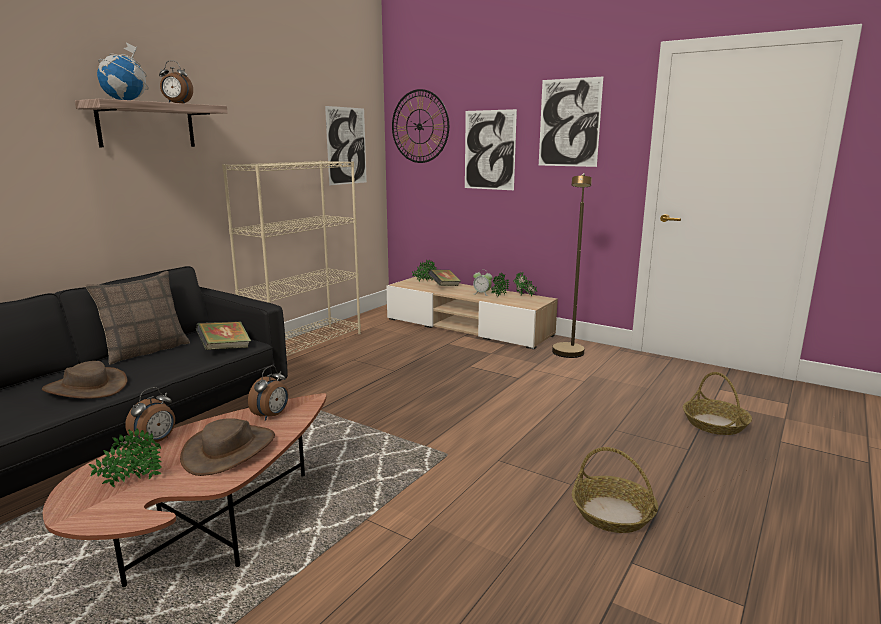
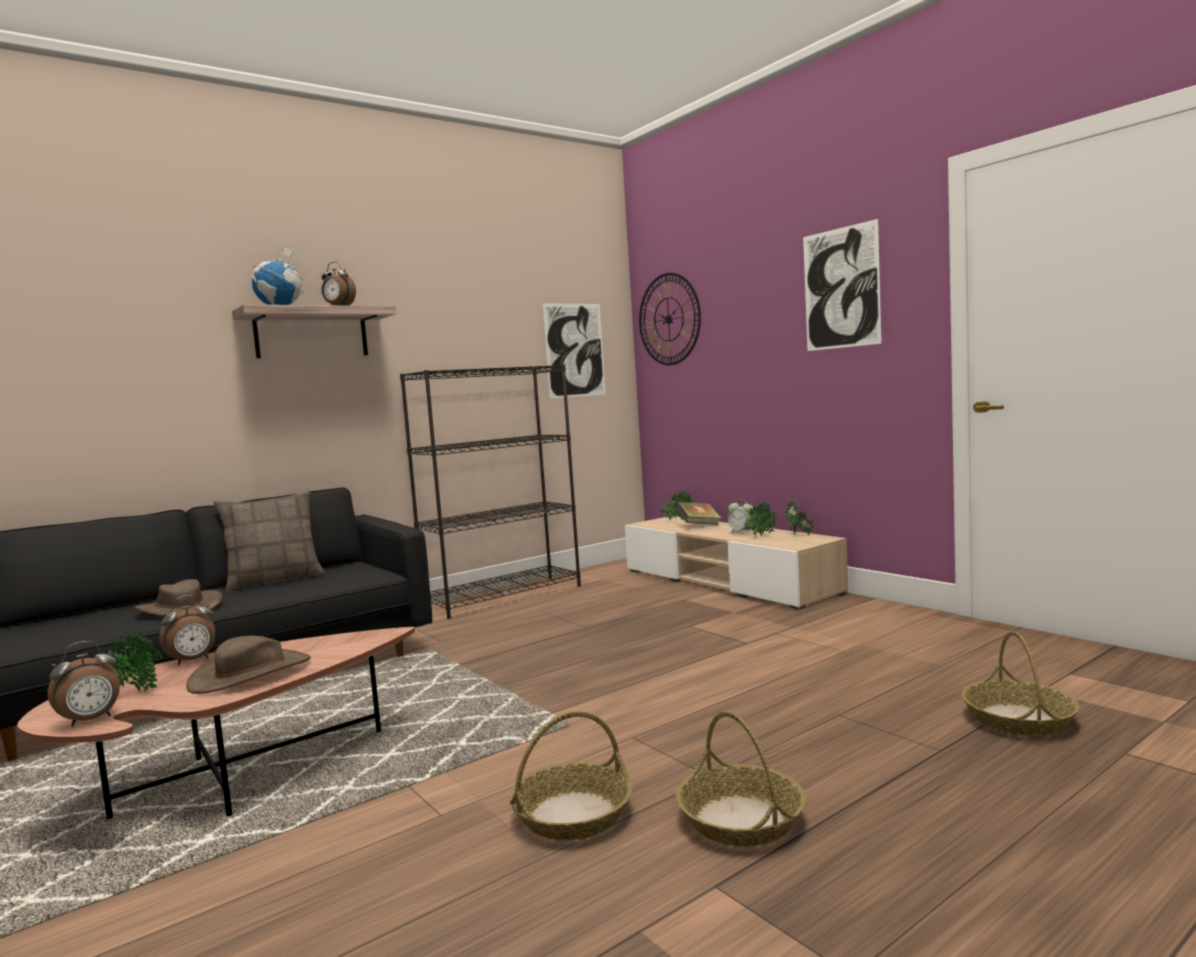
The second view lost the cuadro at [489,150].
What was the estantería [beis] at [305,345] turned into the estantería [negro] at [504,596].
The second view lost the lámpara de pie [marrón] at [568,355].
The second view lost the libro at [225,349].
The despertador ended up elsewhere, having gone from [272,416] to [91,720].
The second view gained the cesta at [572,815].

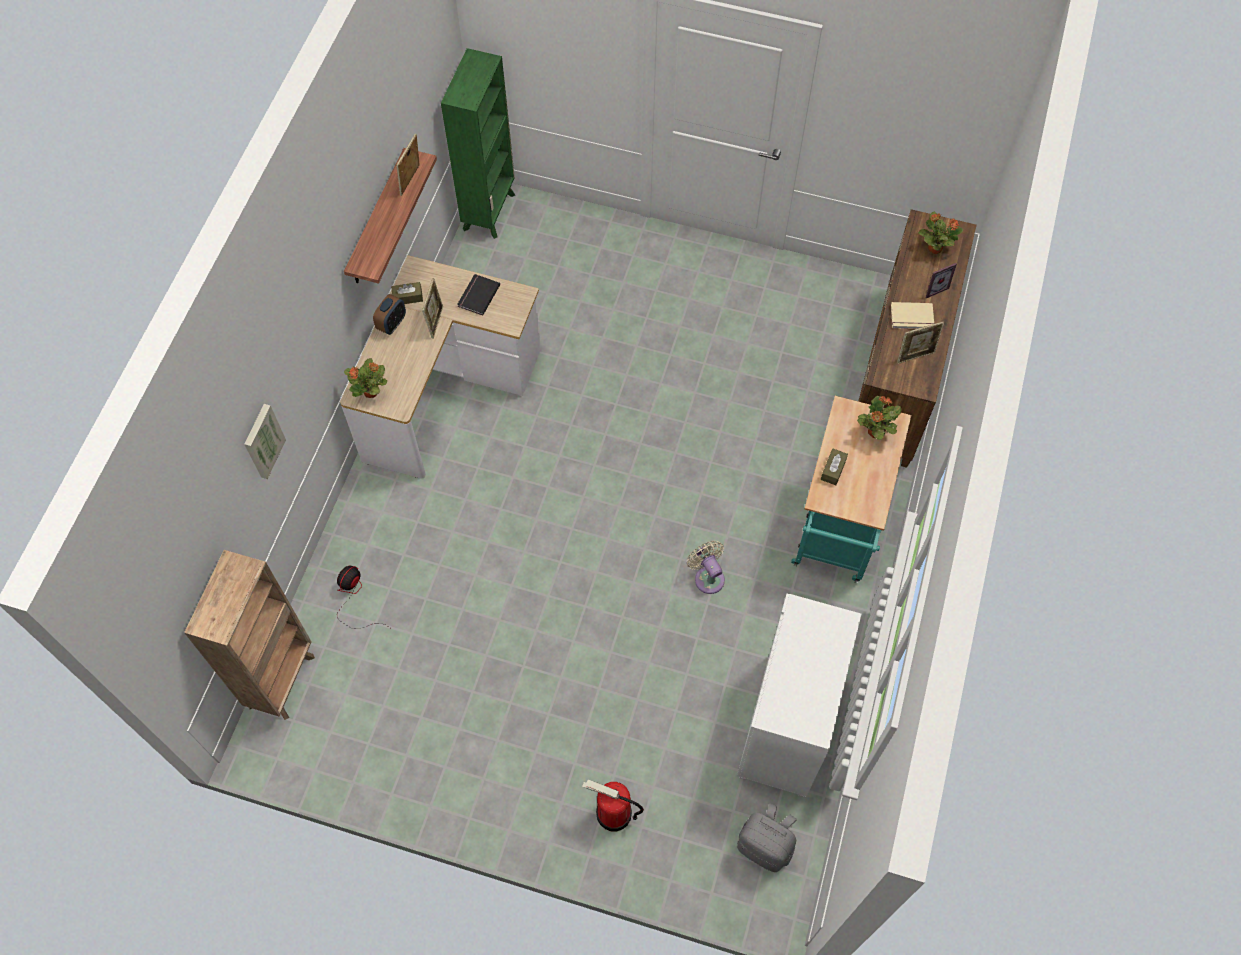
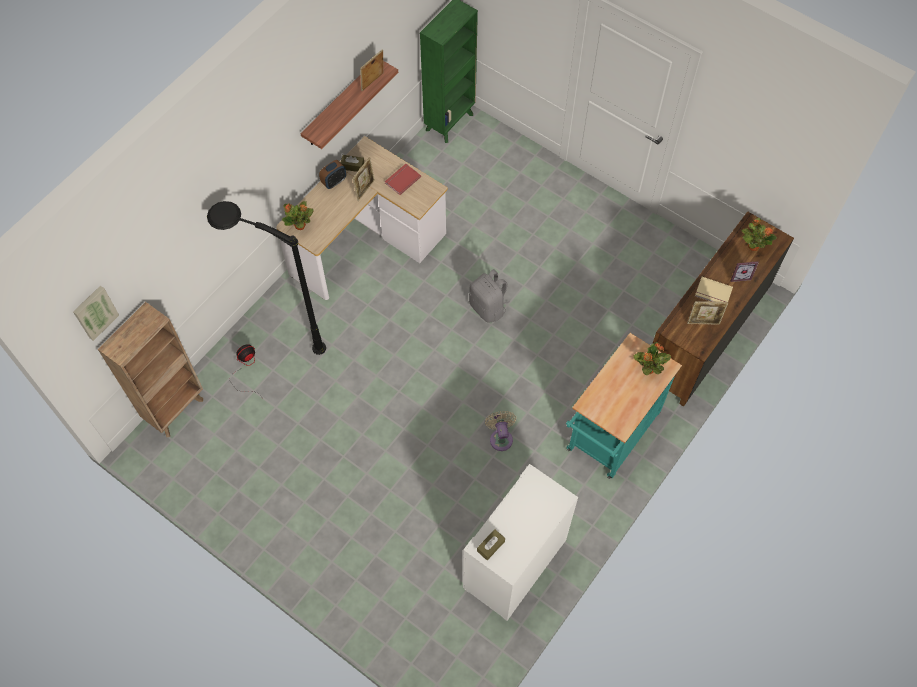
What was the libro [negro] at [477,295] turned into the libro [rojo] at [402,179].
The cuadro ended up elsewhere, having gone from [262,441] to [94,312].
The caja de pañuelos [marrón] ended up elsewhere, having gone from [833,470] to [490,546].
The second view lost the extintor at [613,814].
The mochila [gris] ended up elsewhere, having gone from [766,845] to [488,308].
The second view gained the lámpara de pie [negro] at [278,335].

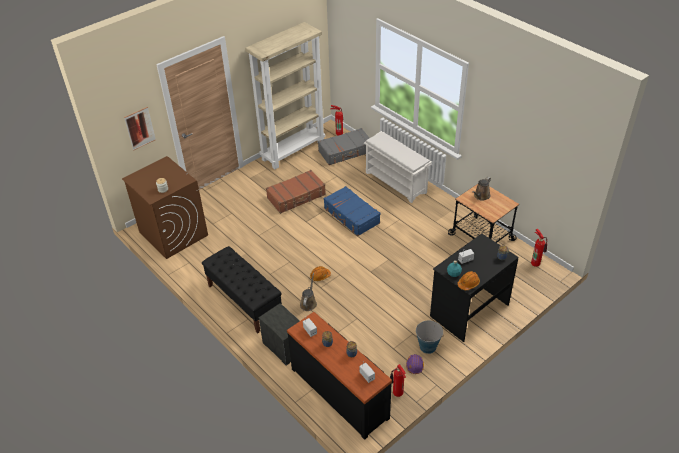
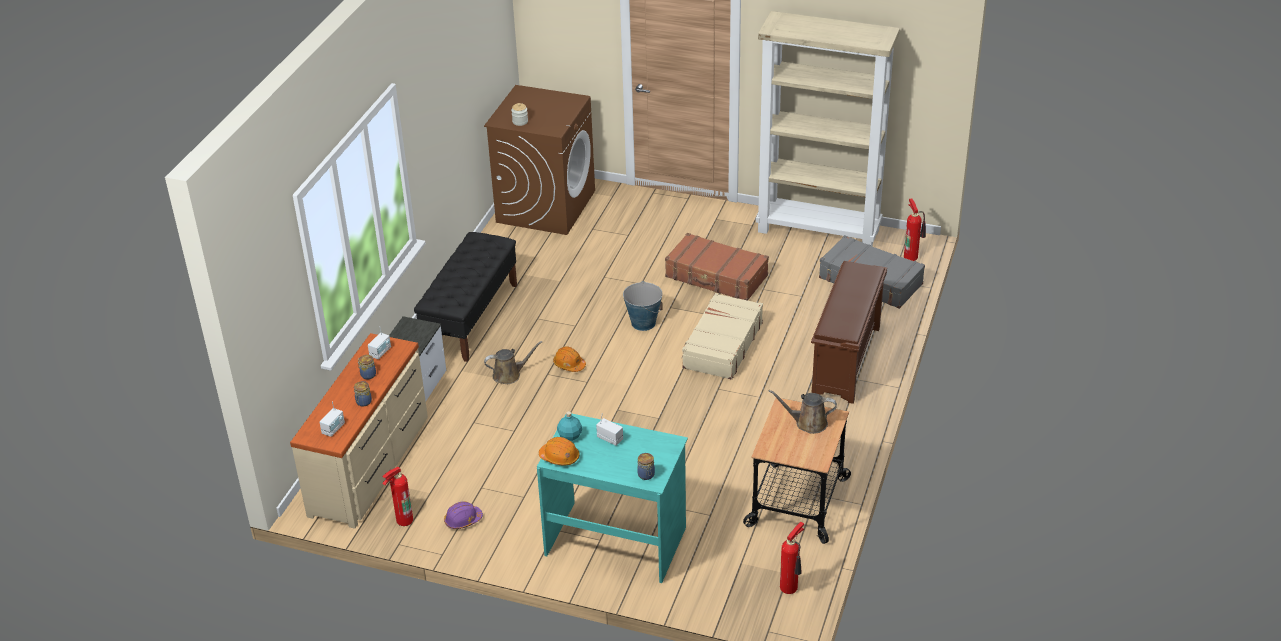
The second view lost the cuadro at [140,128].
What was the zapatero [blanco] at [396,182] turned into the zapatero [marrón] at [846,362].
What was the maleta [azul] at [351,216] turned into the maleta [beis] at [722,345].
What was the escritorio [negro] at [468,310] turned into the escritorio [turquesa] at [616,540].
What was the cómoda [negro] at [340,392] turned into the cómoda [beis] at [371,465].
The cubo ended up elsewhere, having gone from [427,346] to [643,323].

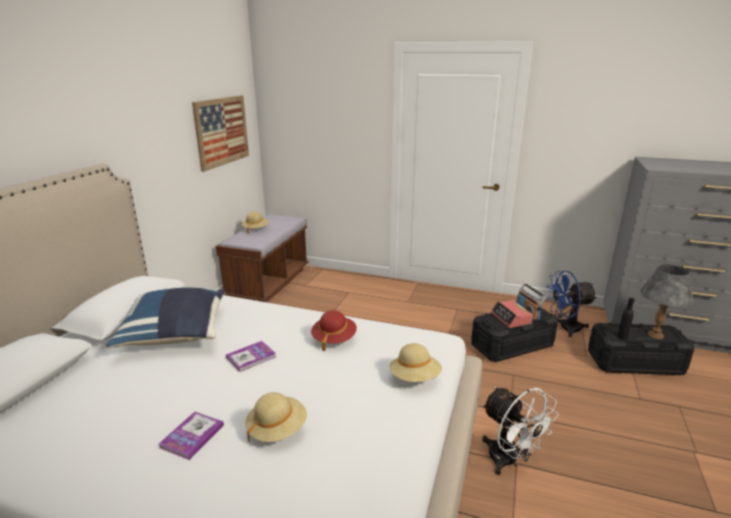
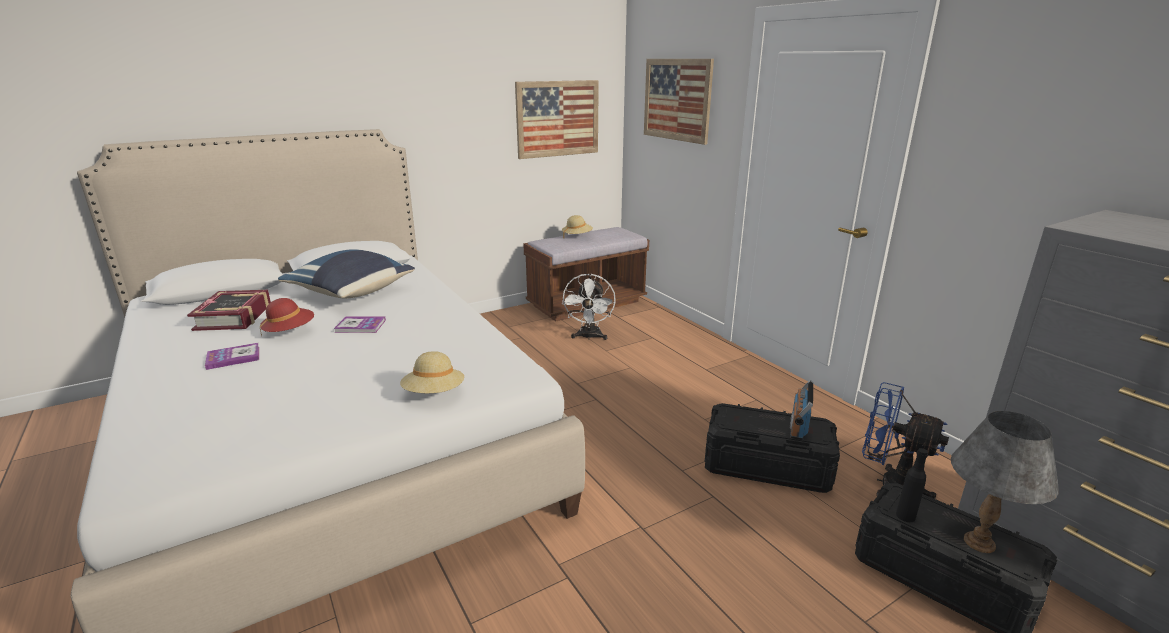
The second view lost the despertador at [511,318].
The sombrero [rojo] ended up elsewhere, having gone from [334,339] to [289,331].
The ventilador [blanco] ended up elsewhere, having gone from [509,461] to [589,337].
The second view lost the sombrero [beis] at [277,429].
The second view gained the cuadro at [677,100].
The second view gained the libro at [234,317].

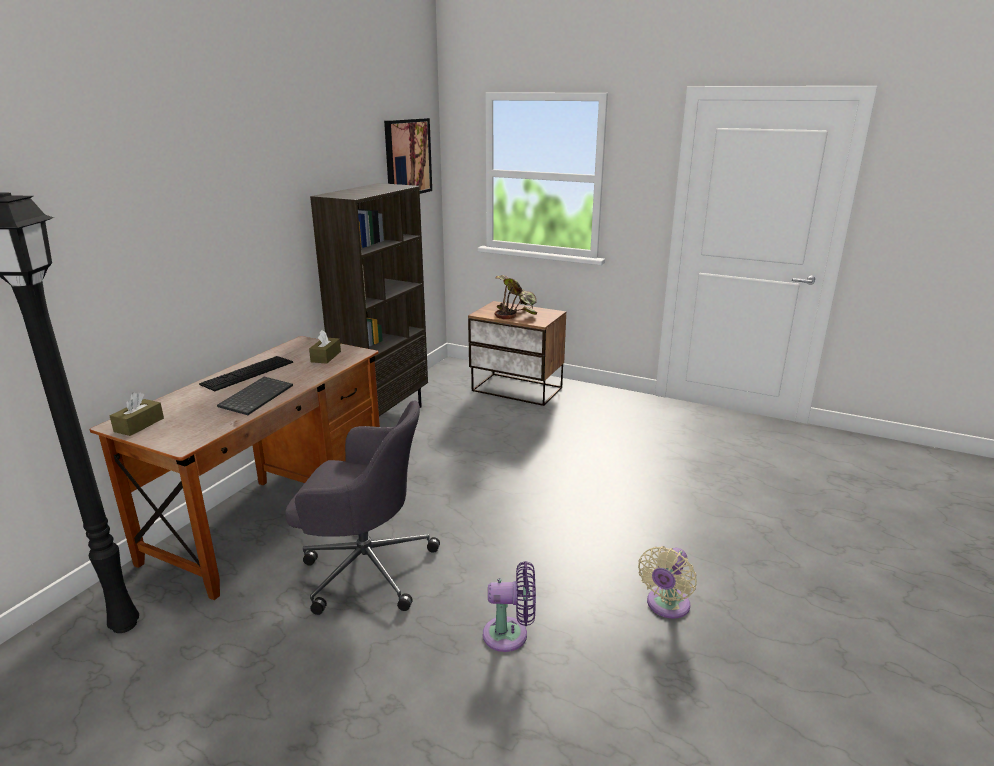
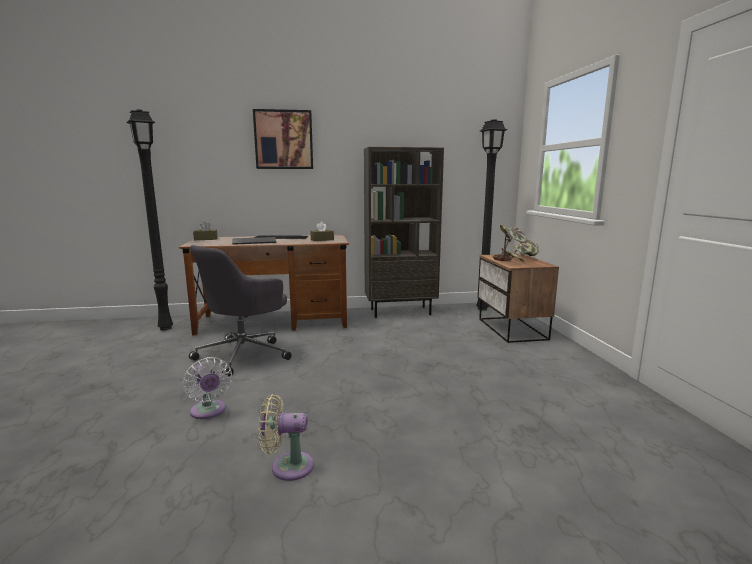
The cuadro ended up elsewhere, having gone from [407,157] to [283,140].
The silla de oficina [gris] at [365,567] ended up facing another way, 60 degrees clockwise from before.
What was the ventilador [morado] at [510,635] turned into the ventilador [blanco] at [209,412].
The second view gained the lámpara de pie [negro] at [483,309].

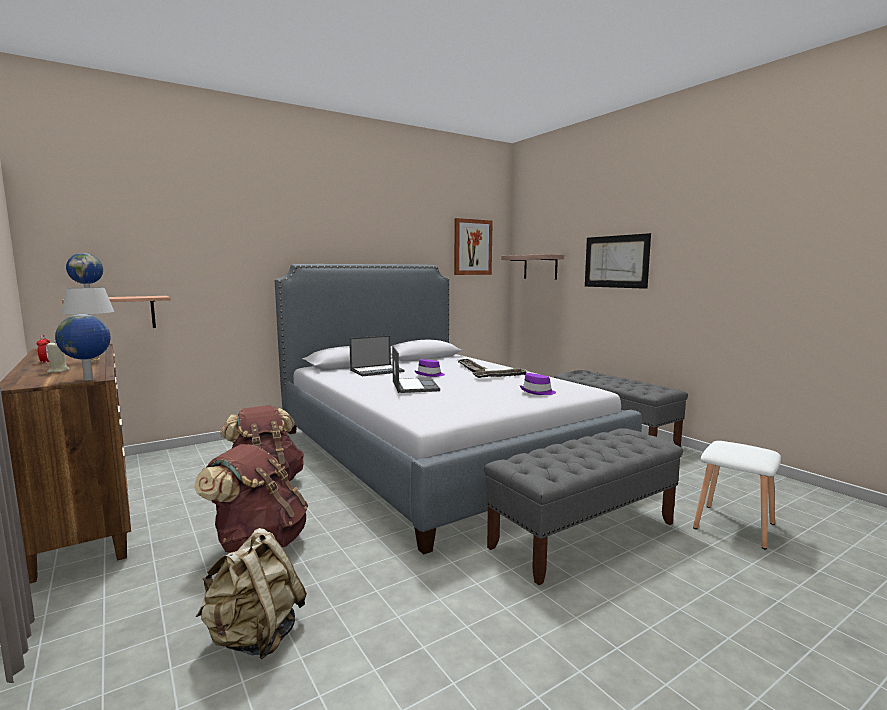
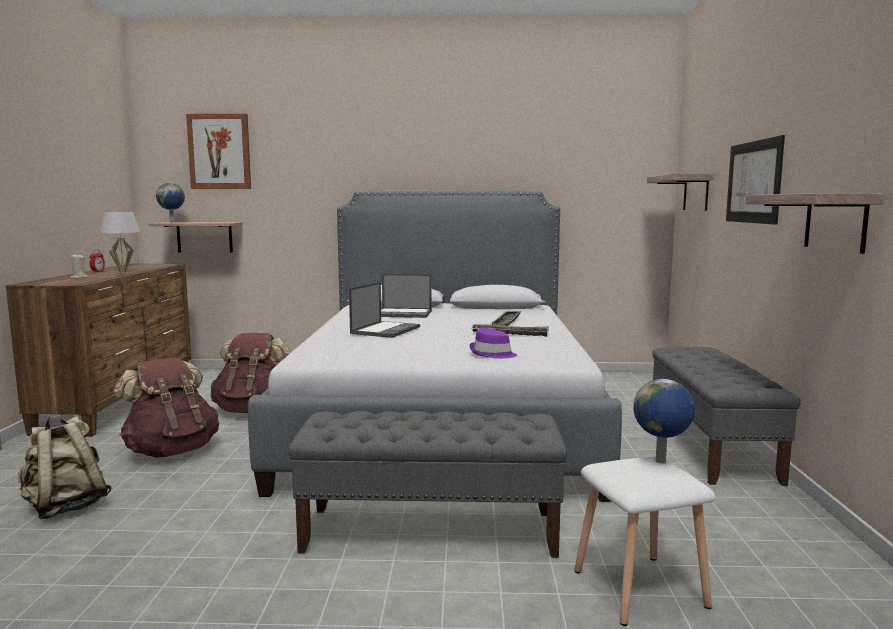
The cuadro ended up elsewhere, having gone from [472,247] to [219,151].
The globo terráqueo ended up elsewhere, having gone from [89,379] to [661,462].
The second view lost the sombrero [morado] at [430,375].
The second view gained the estante at [835,222].

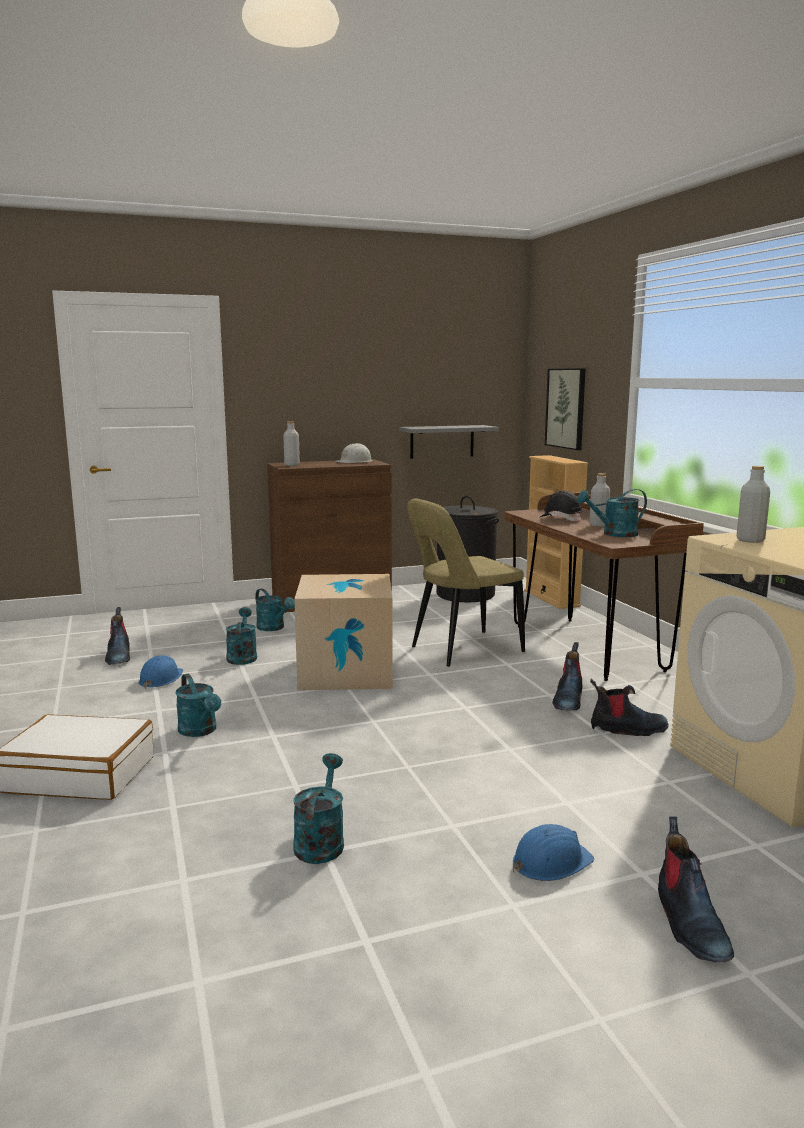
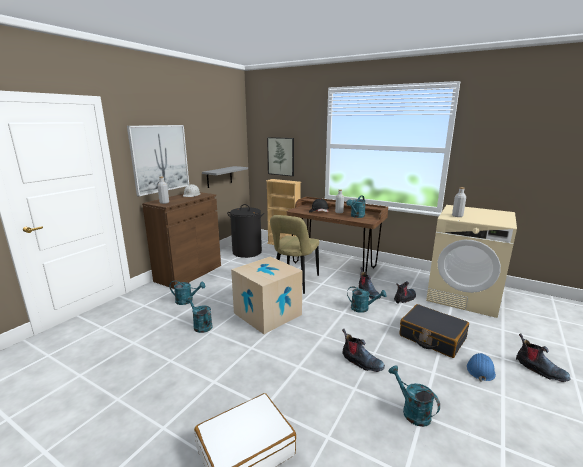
The bota ended up elsewhere, having gone from [118,656] to [361,362].
The second view lost the casco [azul] at [160,679].
The regadera [turquesa] ended up elsewhere, having gone from [200,731] to [363,308].
The second view gained the cuadro at [160,158].
The second view gained the maleta [negro] at [432,337].

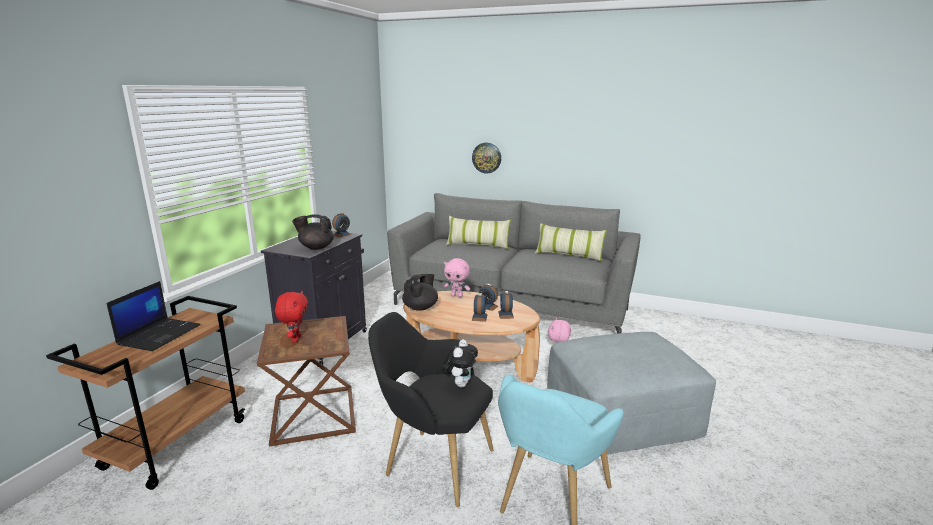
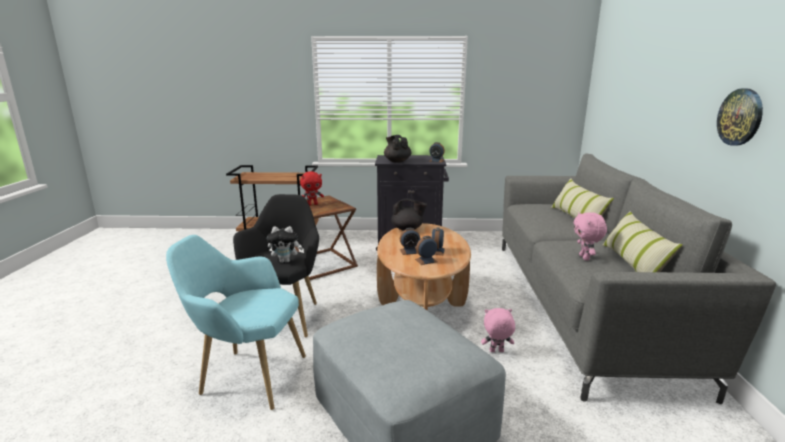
The reloj de pared ended up elsewhere, having gone from [486,158] to [740,117].
The peluche [rosa] ended up elsewhere, having gone from [457,296] to [585,258].
The second view lost the portátil at [160,334].

